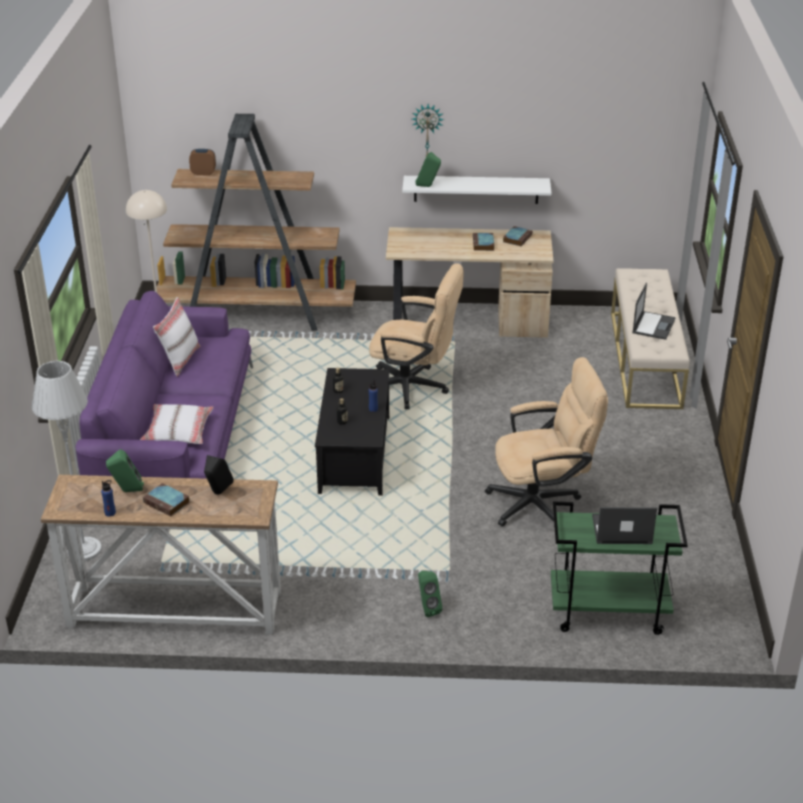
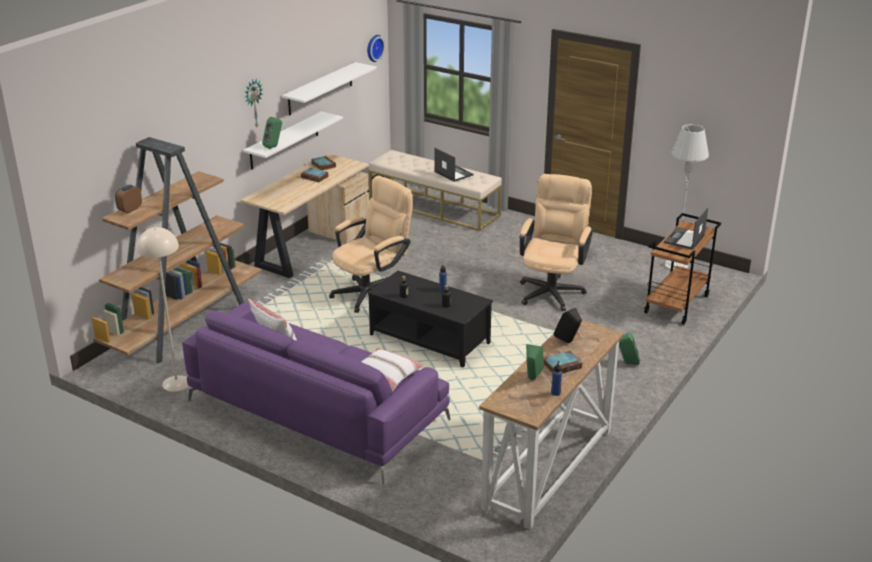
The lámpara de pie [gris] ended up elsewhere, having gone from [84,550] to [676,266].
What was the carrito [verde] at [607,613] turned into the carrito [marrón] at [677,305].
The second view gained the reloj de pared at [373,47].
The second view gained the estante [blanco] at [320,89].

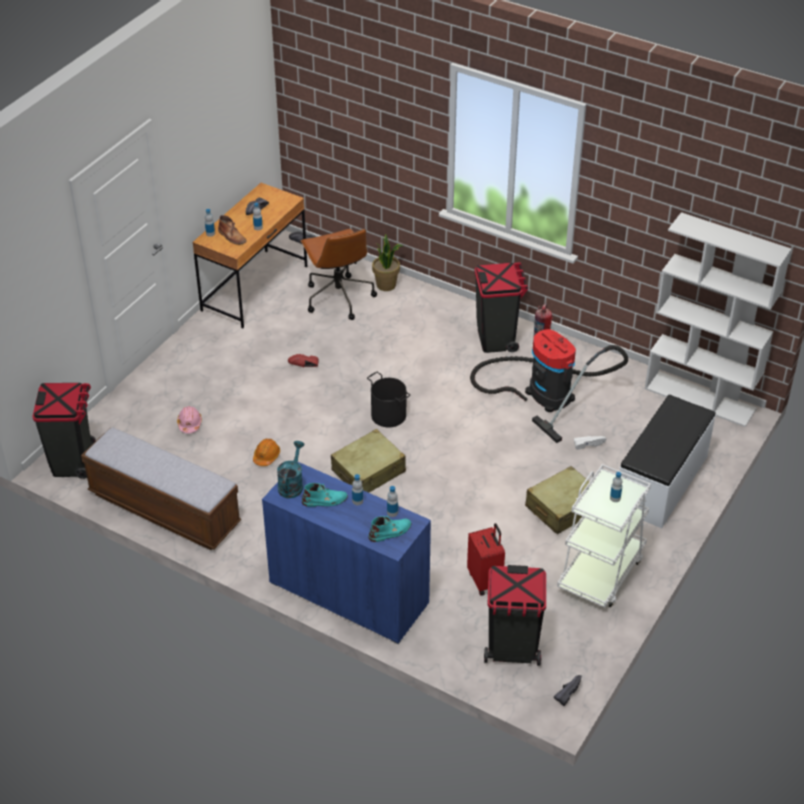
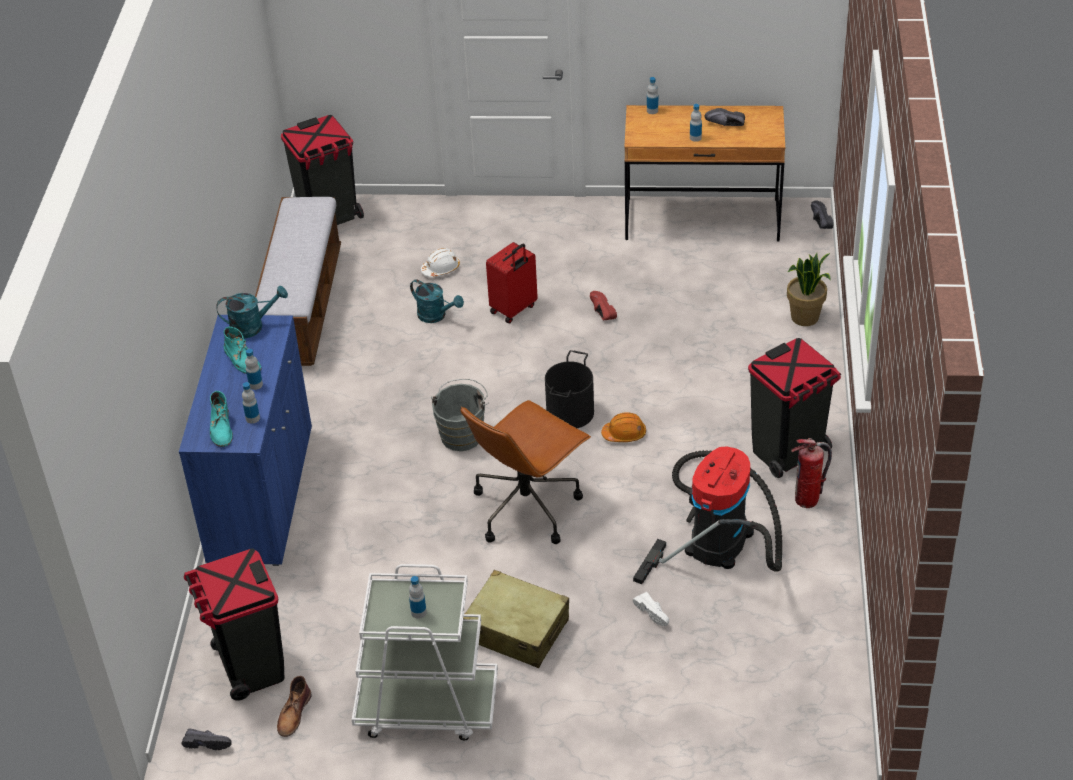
The second view lost the estantería [blanco] at [700,398].
The bota [marrón] ended up elsewhere, having gone from [232,237] to [294,714].
The silla de oficina [marrón] ended up elsewhere, having gone from [338,297] to [527,507].
The second view lost the banco [blanco] at [662,482].
What was the casco [rosa] at [189,424] turned into the casco [blanco] at [441,269].
Where the maleta [beis] stood at [369,471], the cubo [gris] came to stand at [463,434].
The casco [naranja] ended up elsewhere, having gone from [266,456] to [624,434].
The bota [turquesa] at [390,532] ended up facing another way, 45 degrees clockwise from before.
The maleta [rojo] ended up elsewhere, having gone from [485,580] to [514,309].
The second view gained the regadera [turquesa] at [436,316].

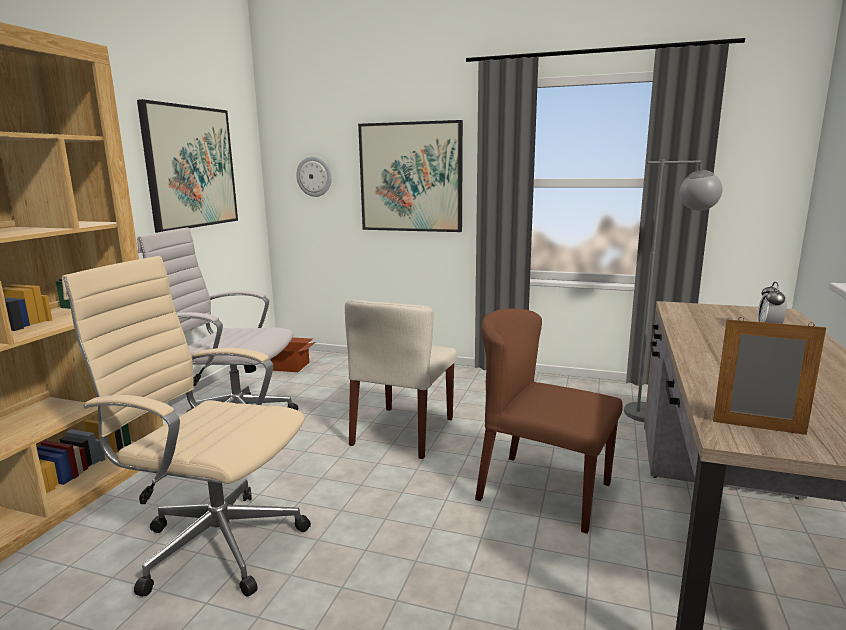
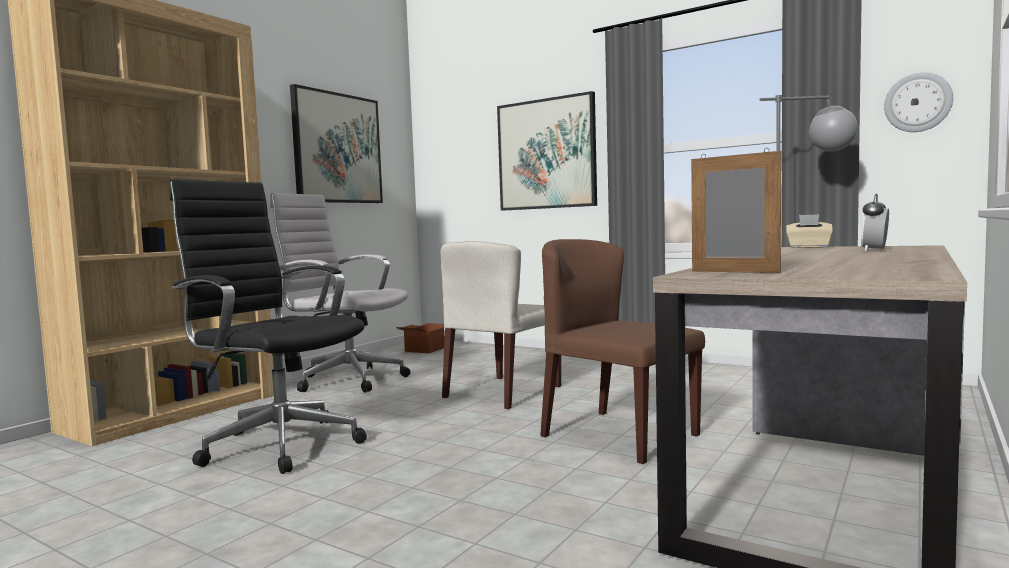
The reloj de pared ended up elsewhere, having gone from [314,176] to [917,102].
What was the silla de oficina [beis] at [214,543] turned into the silla de oficina [negro] at [278,444].
The second view gained the caja de pañuelos [beis] at [808,247].

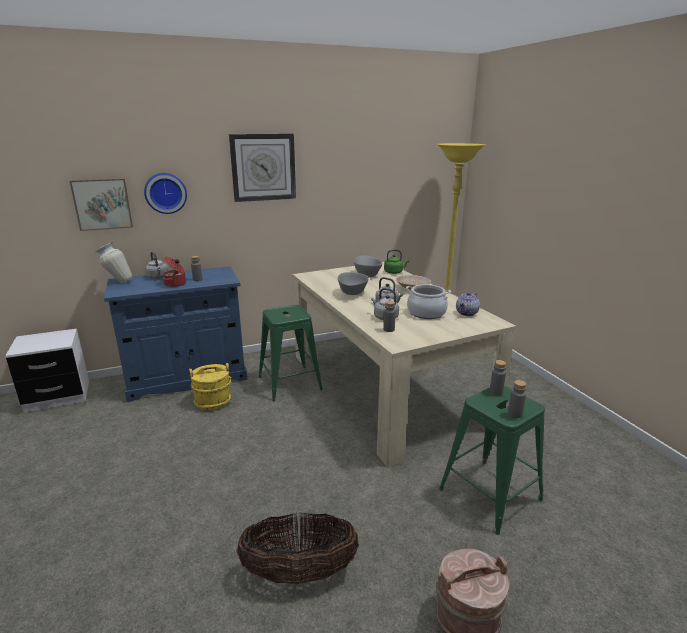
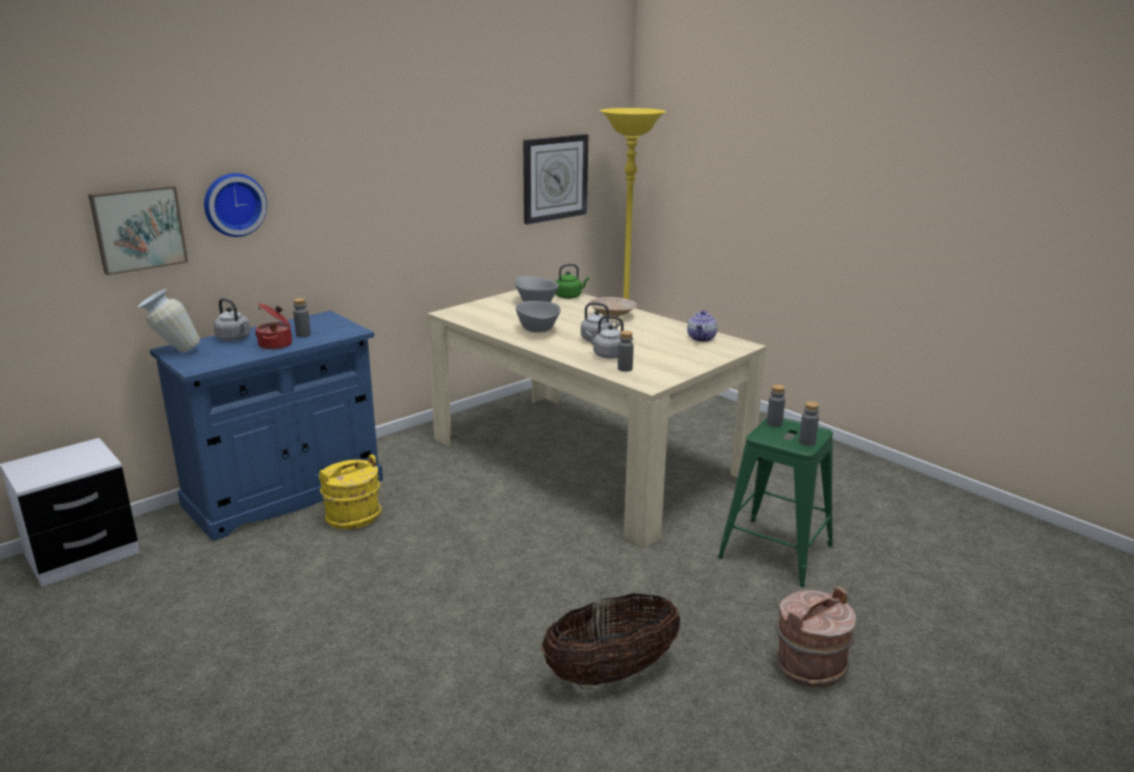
The reloj de pared ended up elsewhere, having gone from [263,167] to [554,178].
The second view lost the olla at [426,313].
The second view lost the taburete [verde] at [290,383].

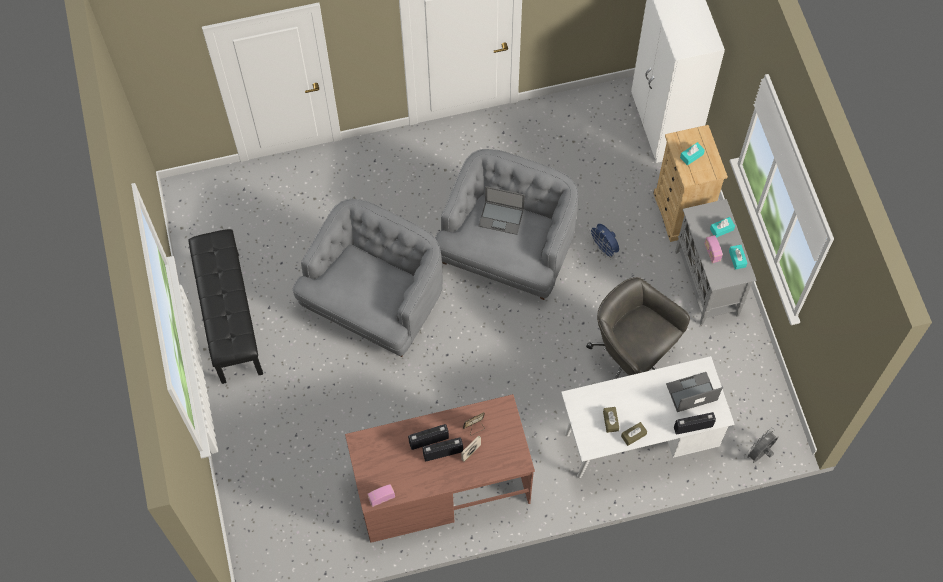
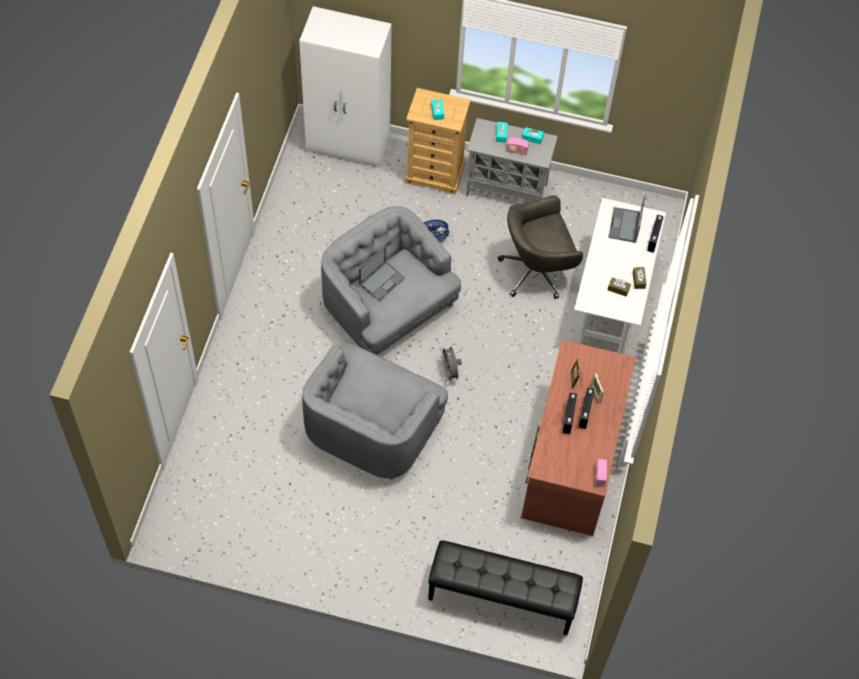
The sillón [gris] at [374,299] ended up facing another way, 120 degrees counterclockwise from before.
The banco [negro] ended up elsewhere, having gone from [229,316] to [501,598].
The ventilador [gris] ended up elsewhere, having gone from [759,454] to [449,373].

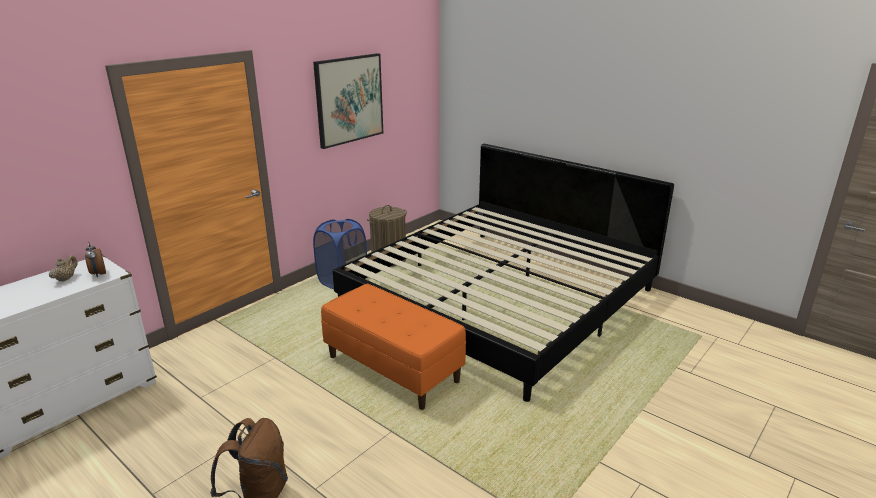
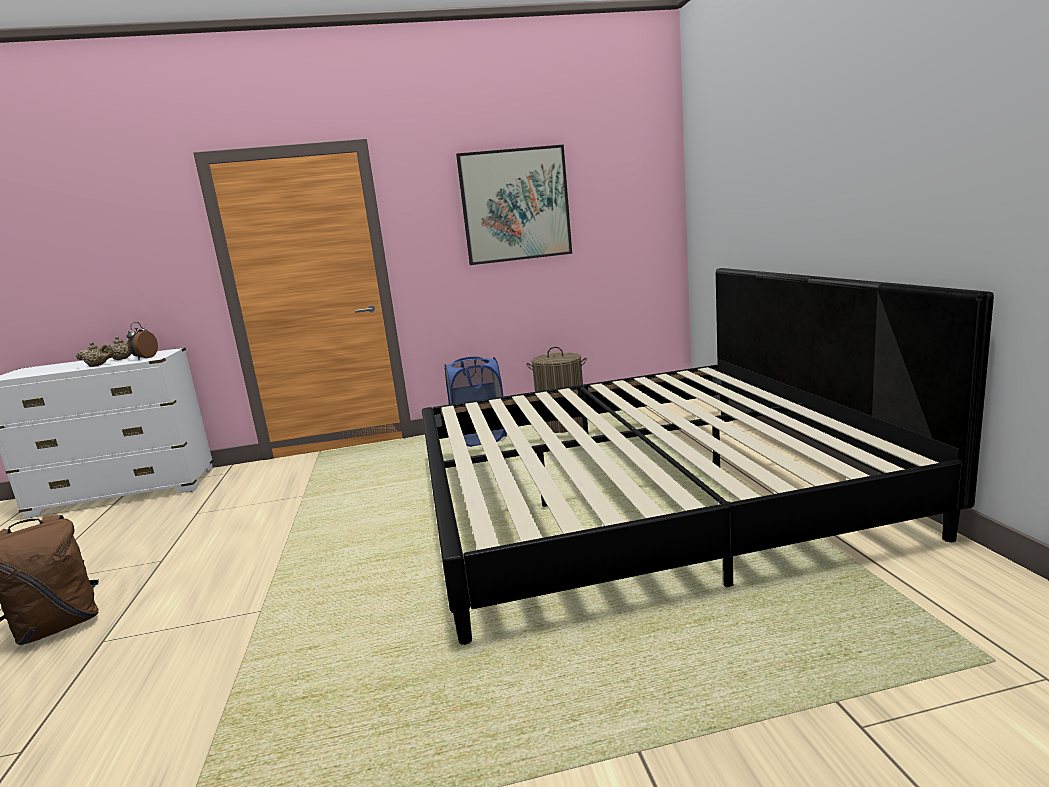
The second view lost the banco [naranja] at [393,369].
The second view gained the tetera [beis] at [98,365].

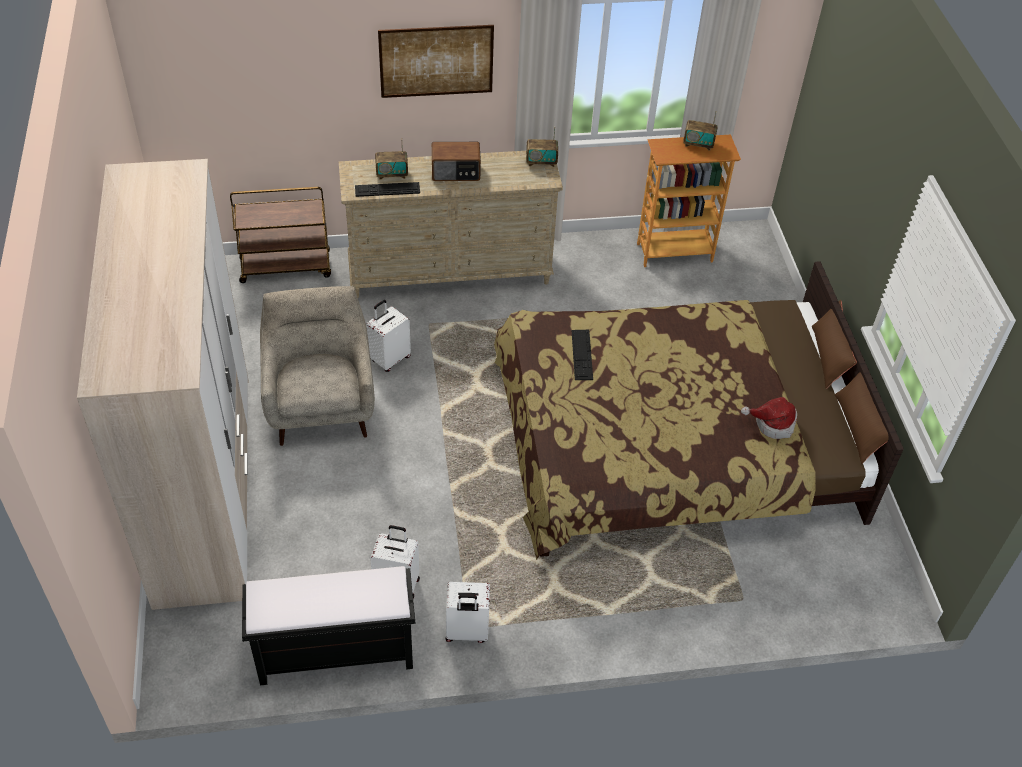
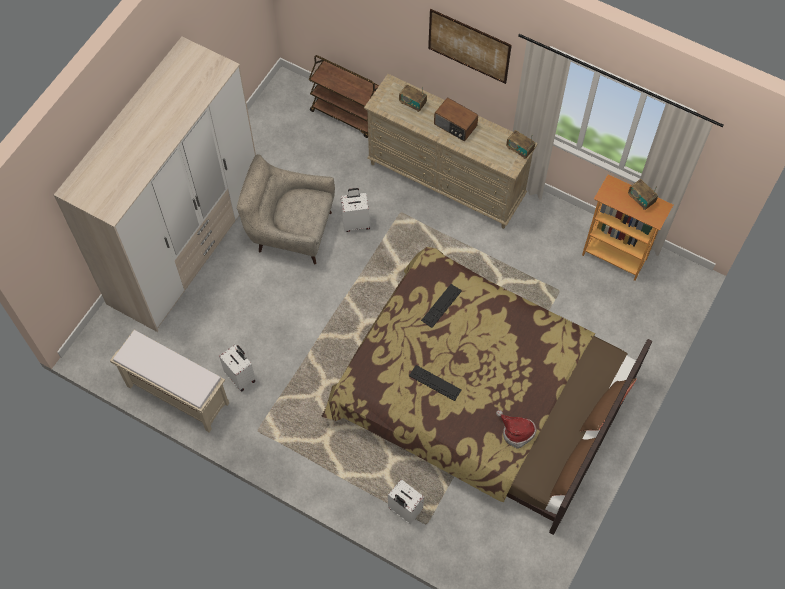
The teclado ended up elsewhere, having gone from [387,189] to [435,382].
The sillón [beis] at [321,405] ended up facing another way, 105 degrees counterclockwise from before.
What was the banco [negro] at [334,653] turned into the banco [beis] at [176,394].
The maleta [blanco] ended up elsewhere, having gone from [466,632] to [404,510].

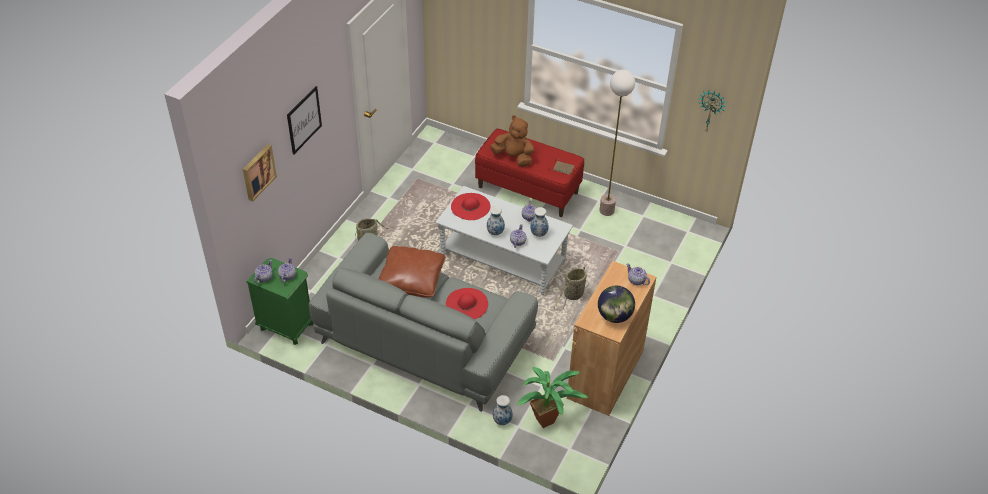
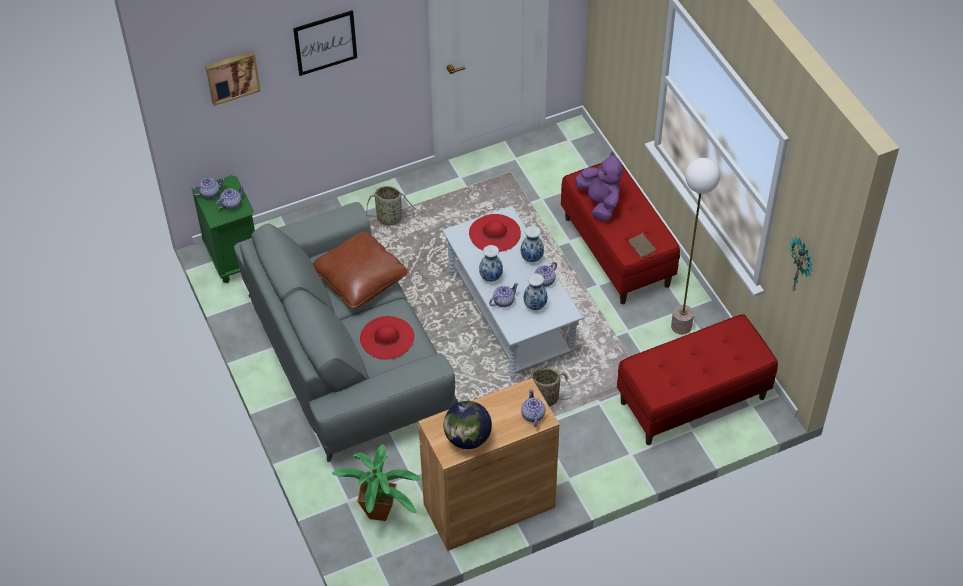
What was the peluche [marrón] at [513,157] turned into the peluche [morado] at [600,203].
The florero ended up elsewhere, having gone from [502,421] to [531,258].
The second view gained the banco [rojo] at [692,400].

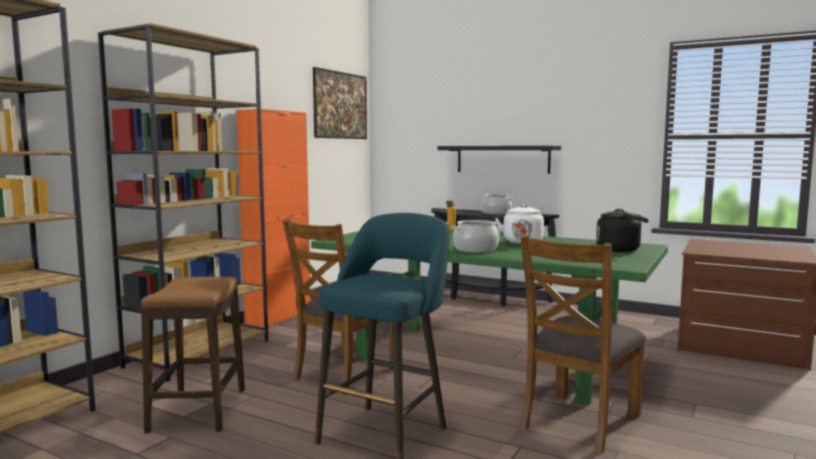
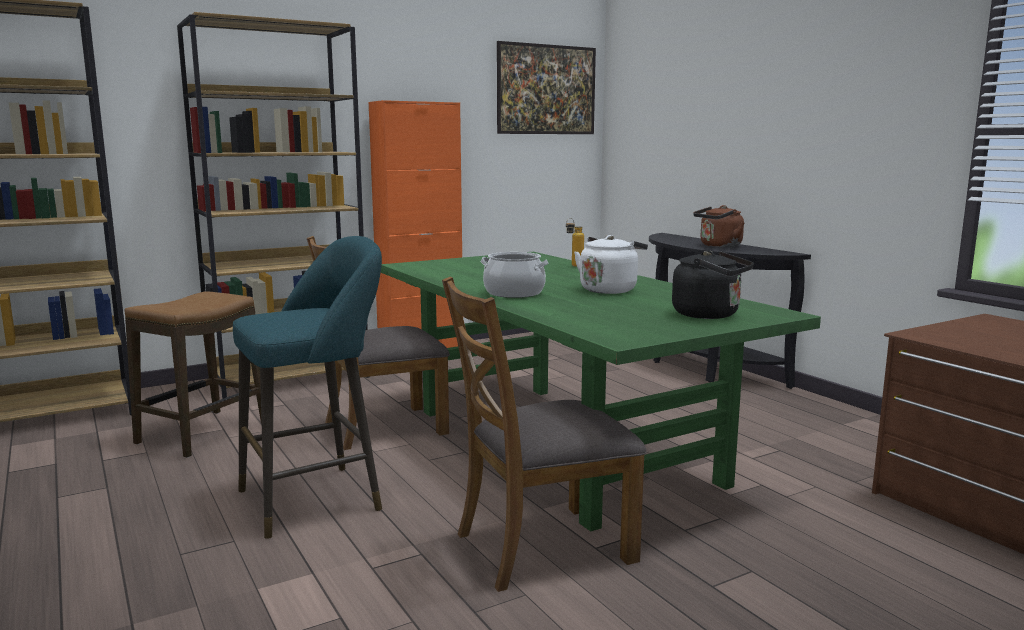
The second view lost the estante [negro] at [502,159].
Where the olla stood at [496,213], the hervidor [marrón] came to stand at [719,246].

